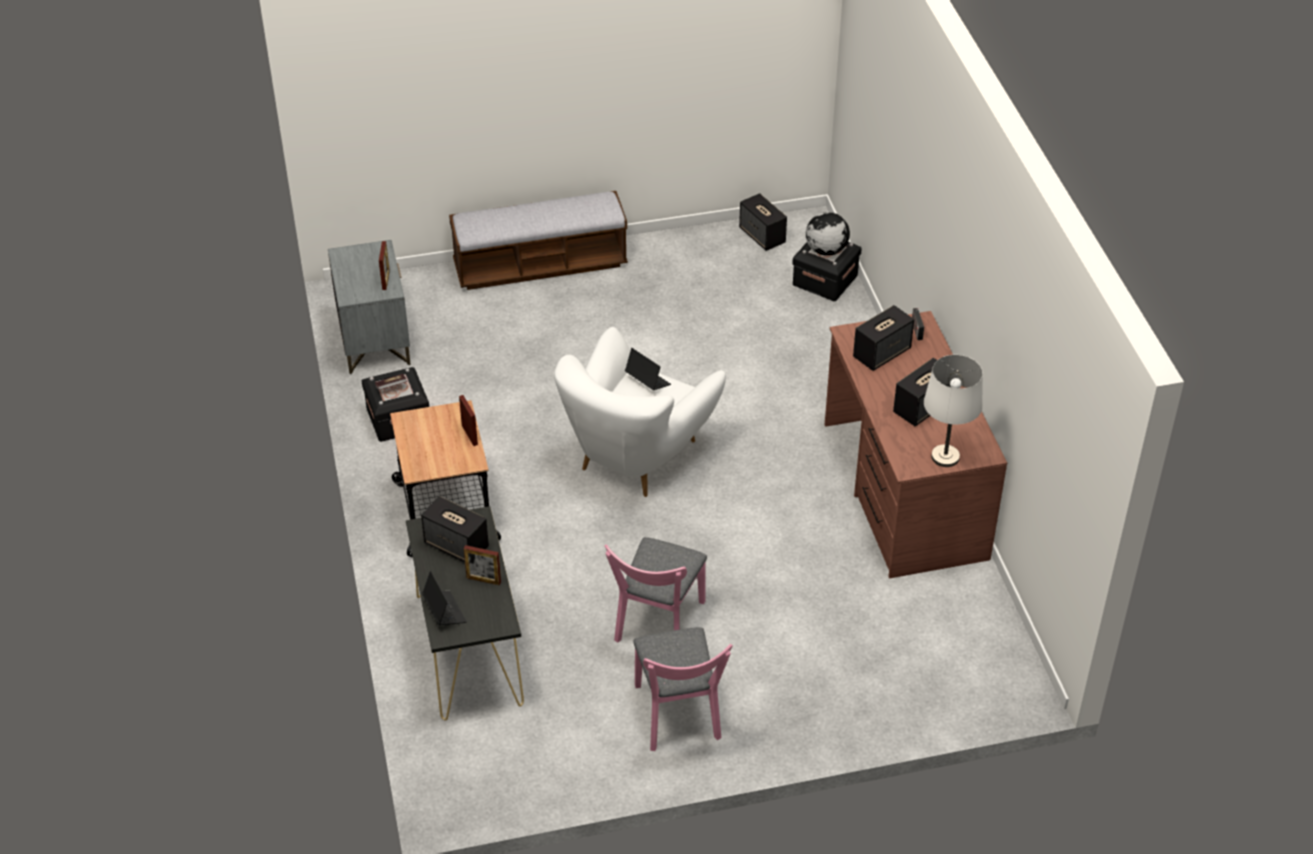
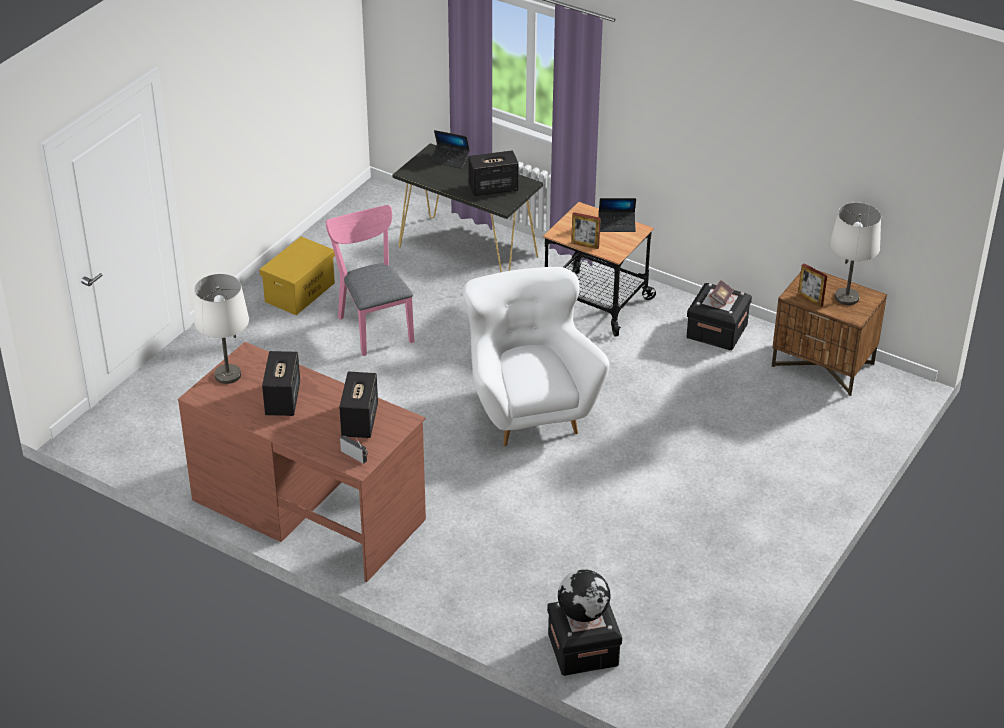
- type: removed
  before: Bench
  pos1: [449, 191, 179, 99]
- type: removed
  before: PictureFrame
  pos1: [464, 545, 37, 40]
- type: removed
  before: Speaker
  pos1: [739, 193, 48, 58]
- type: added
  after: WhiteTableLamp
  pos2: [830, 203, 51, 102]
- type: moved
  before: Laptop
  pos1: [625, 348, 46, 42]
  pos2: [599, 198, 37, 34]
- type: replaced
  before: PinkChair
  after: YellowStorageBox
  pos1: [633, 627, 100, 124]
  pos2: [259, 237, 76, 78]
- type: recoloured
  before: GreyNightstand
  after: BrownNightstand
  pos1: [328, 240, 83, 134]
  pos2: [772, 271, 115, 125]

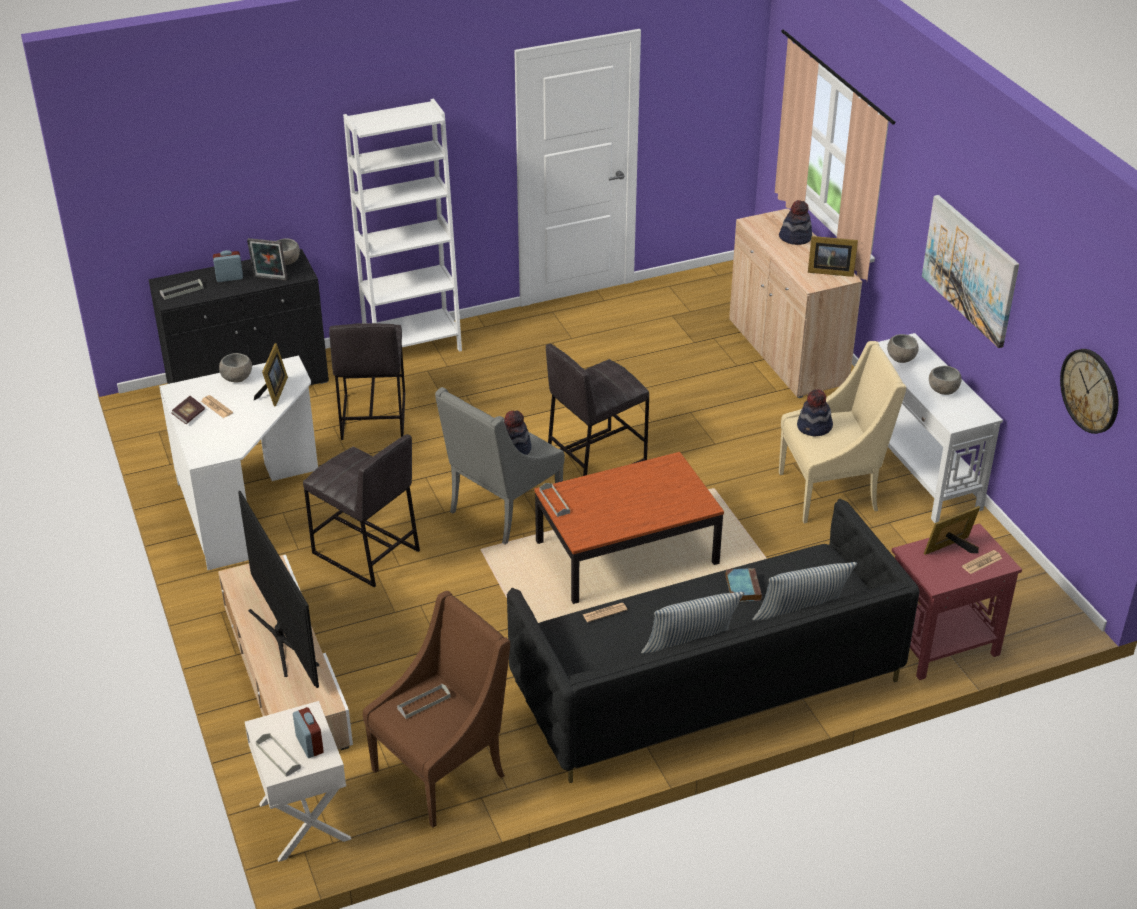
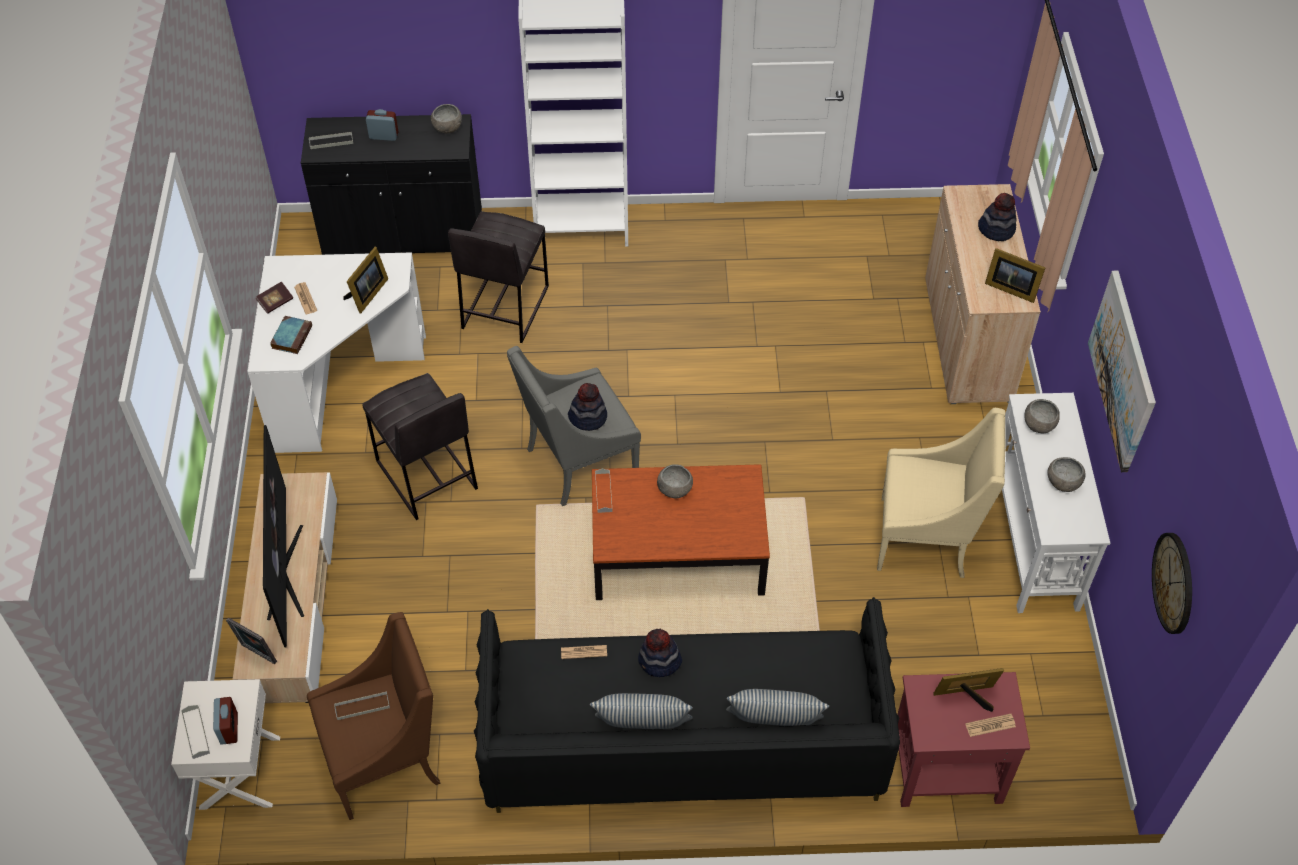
- type: removed
  before: GreyStool
  pos1: [546, 343, 103, 133]
- type: moved
  before: GreyBowl
  pos1: [219, 353, 33, 29]
  pos2: [657, 464, 36, 34]
- type: moved
  before: PictureFrame
  pos1: [247, 238, 41, 43]
  pos2: [226, 618, 51, 46]
- type: moved
  before: Book
  pos1: [725, 568, 37, 34]
  pos2: [270, 316, 42, 38]
- type: moved
  before: Hat
  pos1: [797, 389, 36, 47]
  pos2: [638, 629, 44, 48]

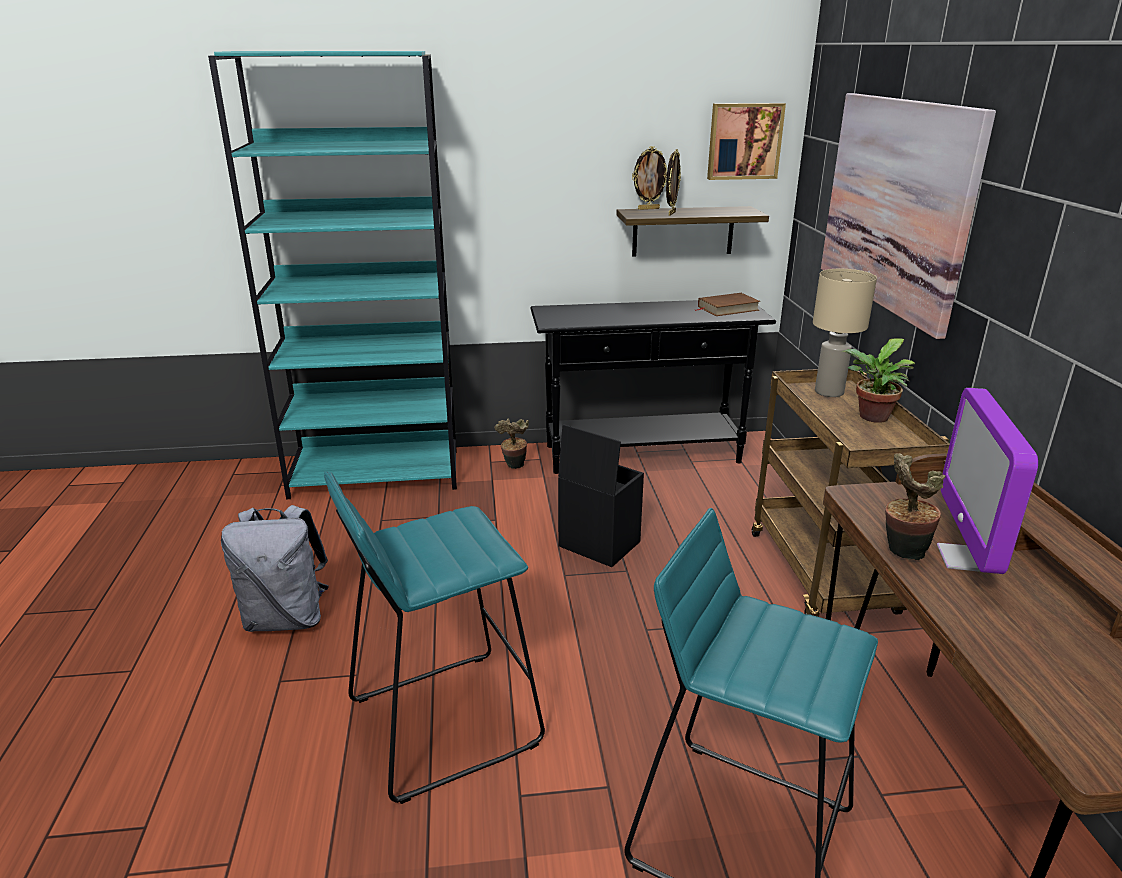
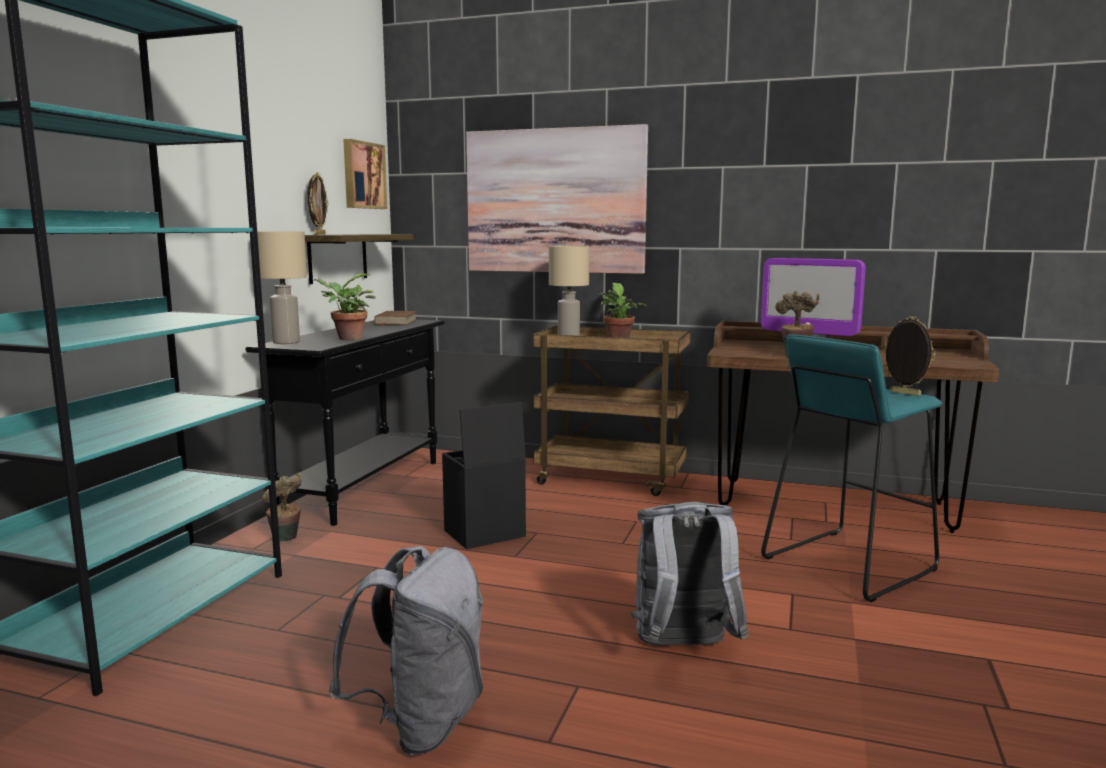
- type: added
  after: BeigeTableLamp
  pos2: [257, 231, 50, 113]
- type: added
  after: PottedPlant
  pos2: [314, 274, 62, 66]
- type: moved
  before: PictureFrame
  pos1: [666, 149, 15, 67]
  pos2: [884, 316, 52, 80]
- type: replaced
  before: TurquoiseStool
  after: GreyBackpack
  pos1: [324, 471, 221, 333]
  pos2: [631, 502, 118, 143]

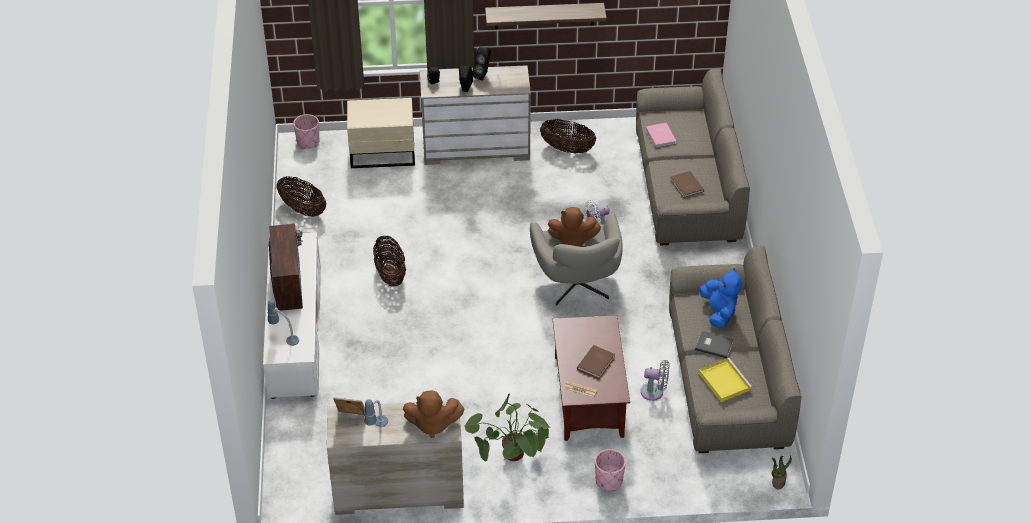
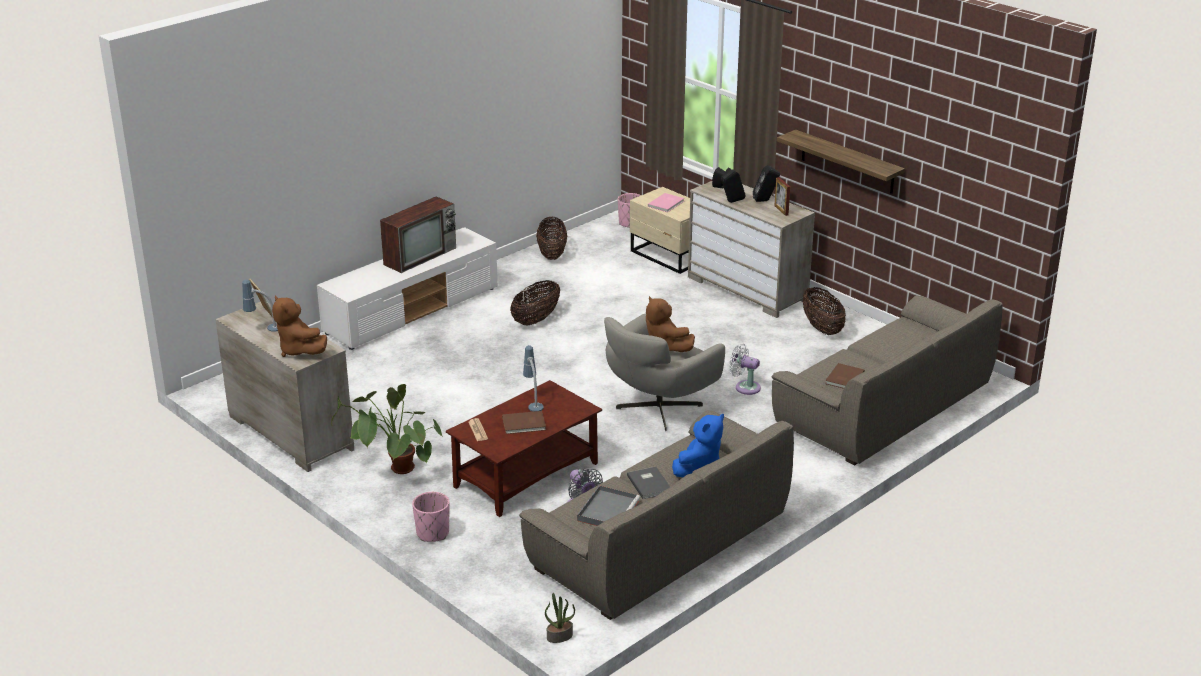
- type: added
  after: PictureFrame
  pos2: [774, 177, 16, 39]
- type: moved
  before: TableLamp
  pos1: [268, 300, 31, 46]
  pos2: [523, 345, 21, 67]
- type: moved
  before: PinkBook
  pos1: [646, 123, 30, 24]
  pos2: [648, 193, 36, 19]
- type: recoloured
  before: YellowTray
  after: GreyTray
  pos1: [699, 358, 53, 44]
  pos2: [577, 485, 63, 41]

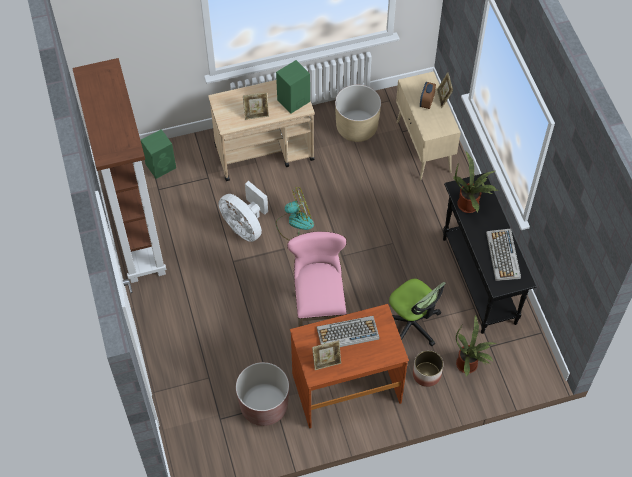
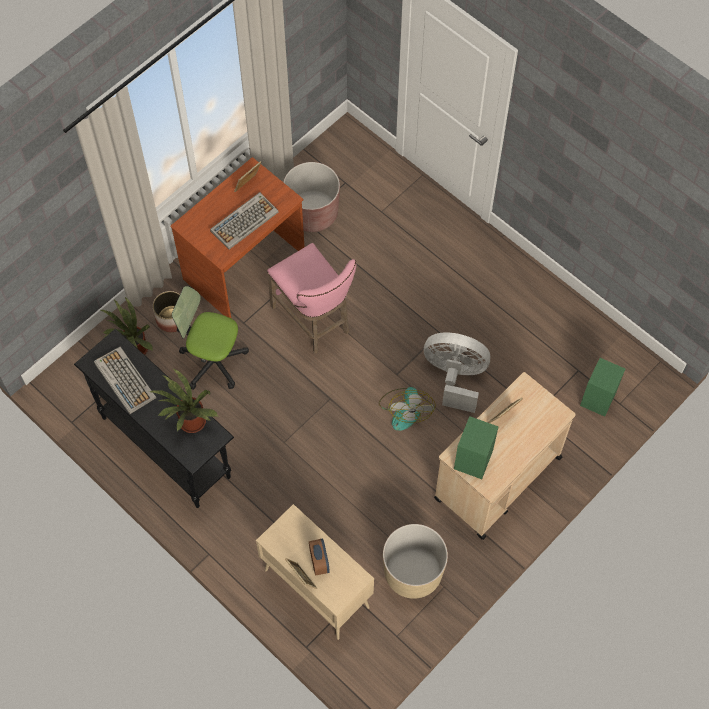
- type: removed
  before: BrownBookcase
  pos1: [72, 58, 95, 225]
- type: turned
  before: Fan
  pos1: [276, 187, 38, 53]
  pos2: [379, 387, 56, 44]
  turn: -45

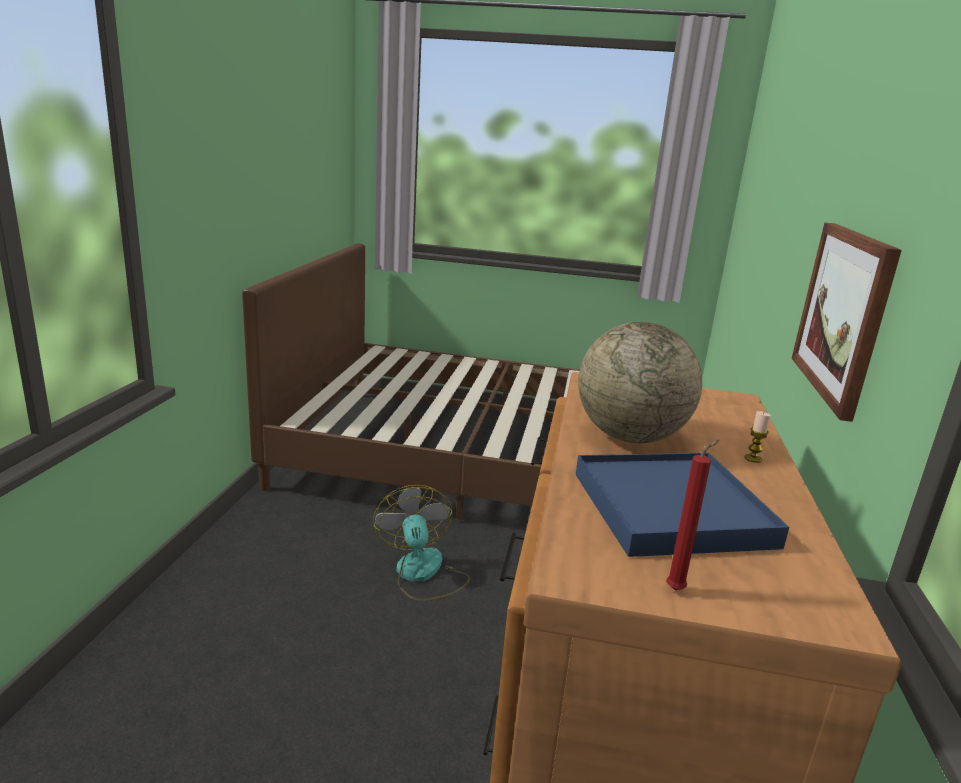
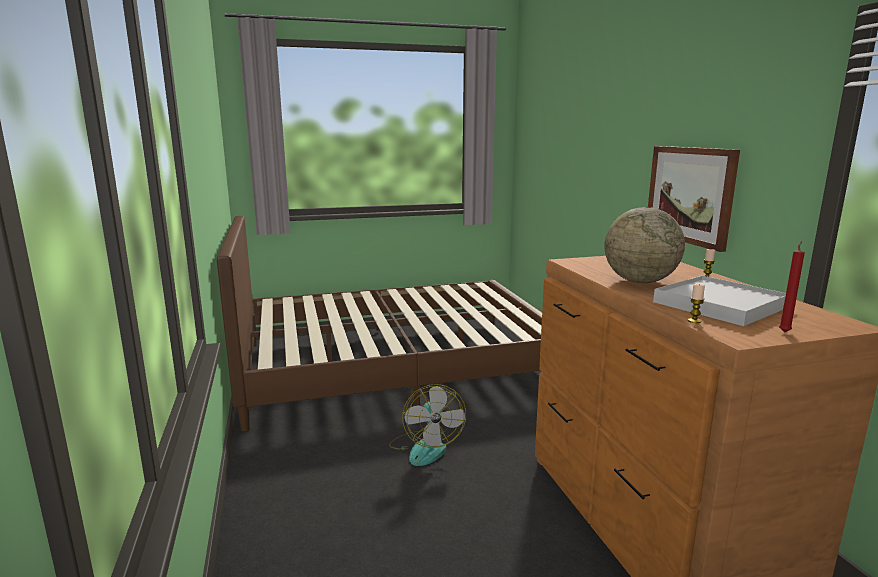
- type: added
  after: Candle
  pos2: [687, 284, 18, 39]
- type: recoloured
  before: BlueTray
  after: WhiteTray
  pos1: [576, 453, 213, 104]
  pos2: [653, 276, 133, 50]
- type: turned
  before: Fan
  pos1: [373, 485, 97, 116]
  pos2: [389, 384, 77, 82]
  turn: -150

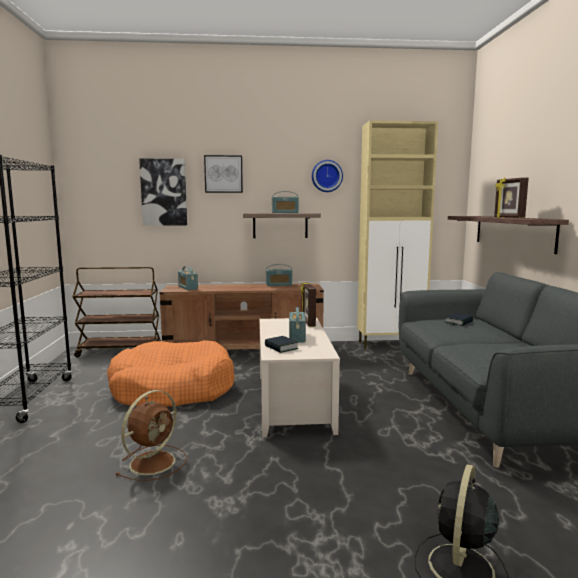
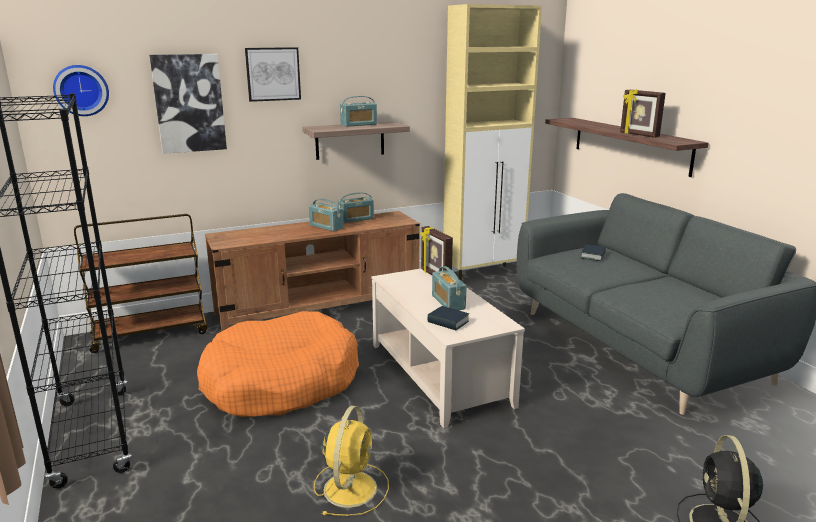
- type: moved
  before: Radio
  pos1: [178, 266, 20, 24]
  pos2: [309, 199, 35, 32]
- type: moved
  before: WallClock
  pos1: [312, 160, 31, 32]
  pos2: [53, 65, 56, 51]
- type: recoloured
  before: BrownFan
  after: YellowFan
  pos1: [116, 390, 71, 91]
  pos2: [314, 406, 75, 110]

